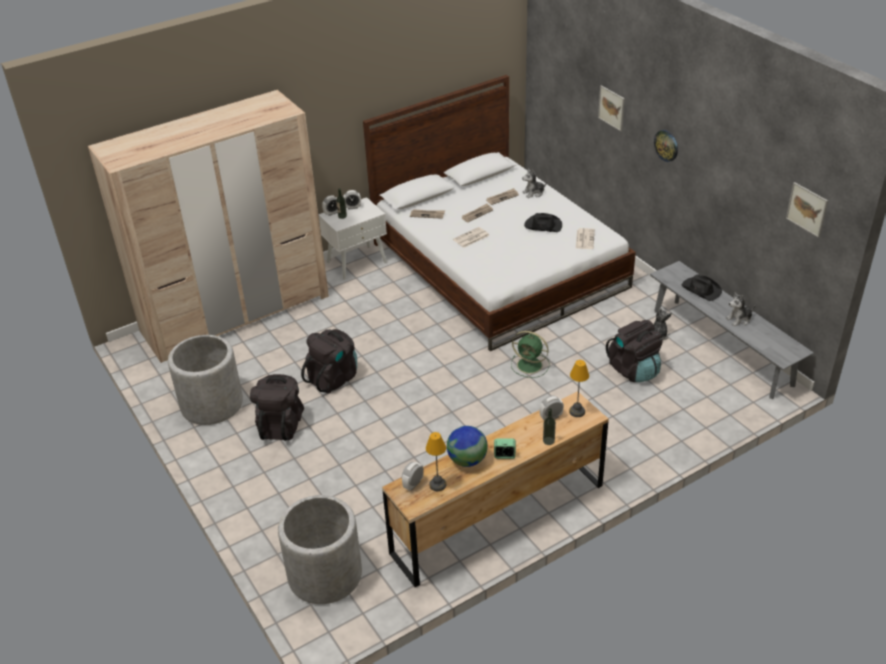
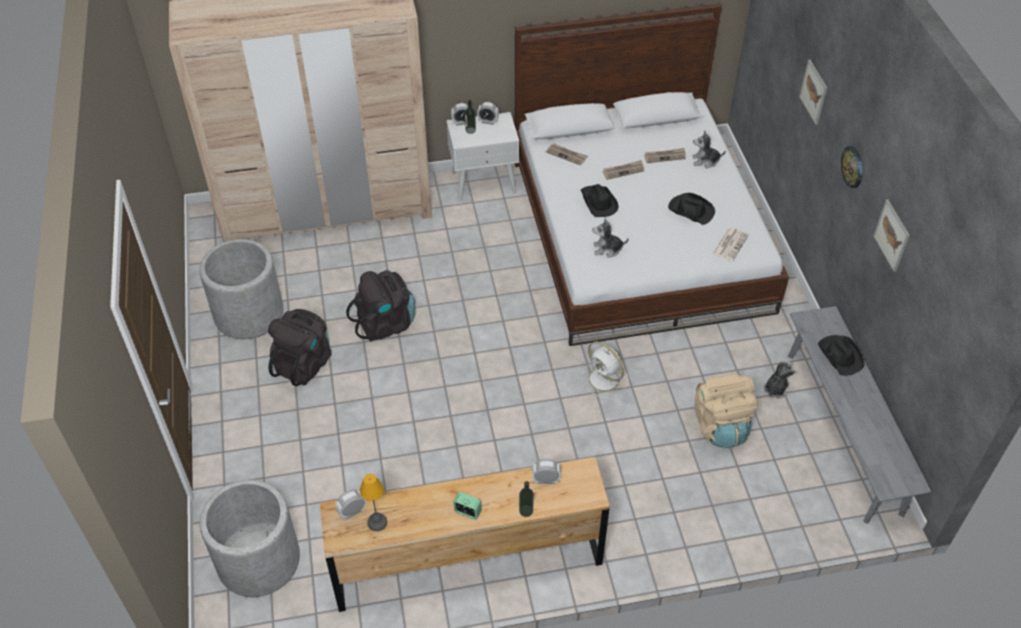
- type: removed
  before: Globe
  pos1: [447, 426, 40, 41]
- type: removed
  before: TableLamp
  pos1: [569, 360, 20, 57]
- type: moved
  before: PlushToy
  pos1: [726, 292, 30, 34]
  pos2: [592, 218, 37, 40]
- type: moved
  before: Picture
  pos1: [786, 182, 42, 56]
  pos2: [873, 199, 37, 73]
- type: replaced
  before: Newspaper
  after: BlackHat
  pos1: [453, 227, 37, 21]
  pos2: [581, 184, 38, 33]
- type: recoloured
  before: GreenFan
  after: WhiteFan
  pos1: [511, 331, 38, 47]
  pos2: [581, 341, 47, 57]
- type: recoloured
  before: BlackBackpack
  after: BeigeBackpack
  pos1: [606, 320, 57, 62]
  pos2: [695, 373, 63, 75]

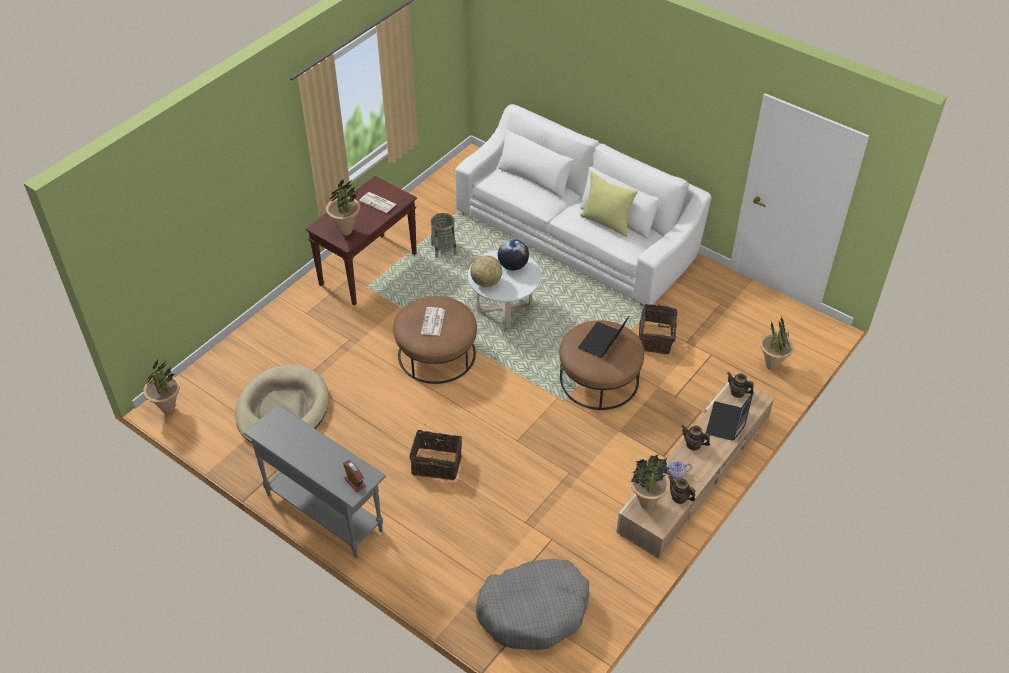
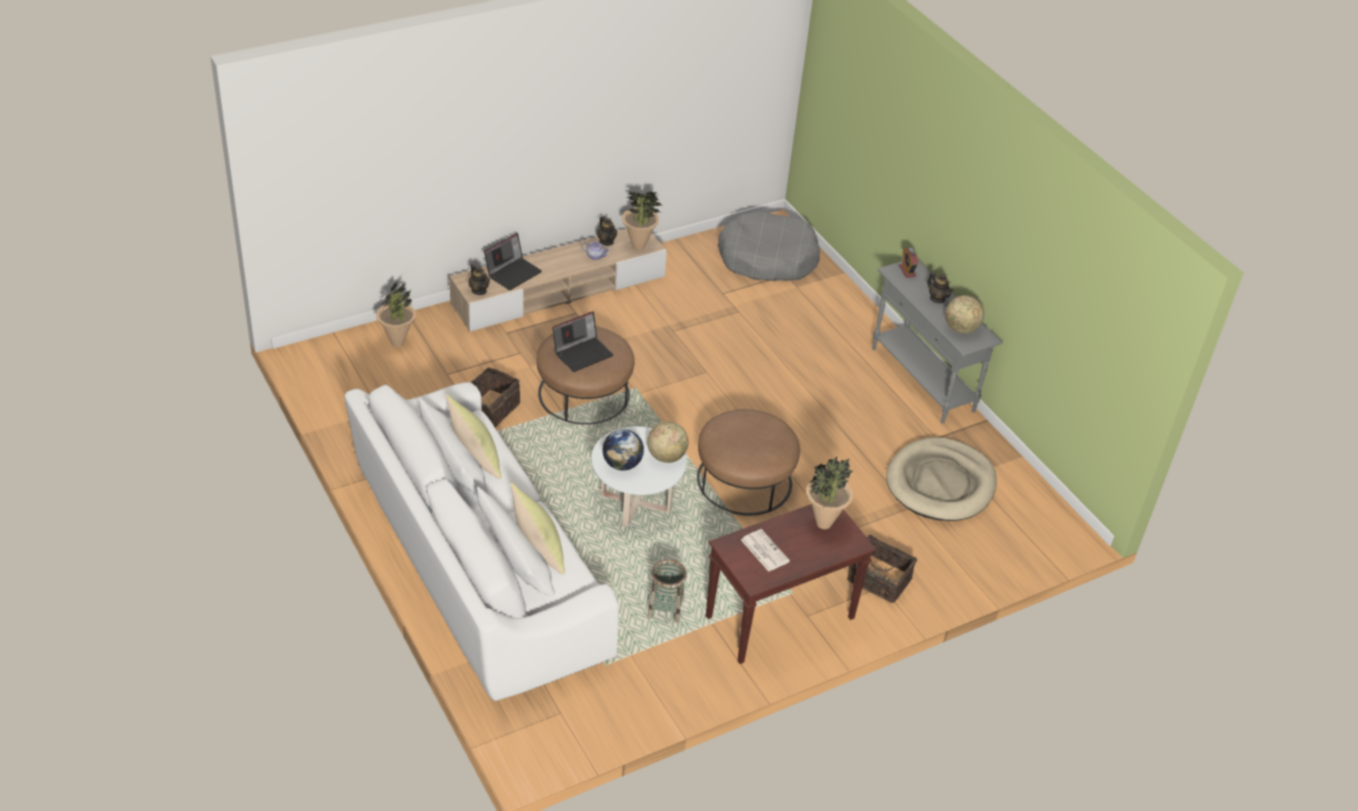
- type: removed
  before: PottedPlant
  pos1: [143, 360, 37, 54]
- type: removed
  before: Newspaper
  pos1: [421, 307, 24, 29]
- type: added
  after: YellowPillow
  pos2: [510, 482, 55, 93]
- type: added
  after: Globe
  pos2: [945, 295, 39, 39]
- type: moved
  before: Basket
  pos1: [409, 430, 53, 50]
  pos2: [847, 534, 70, 69]
- type: moved
  before: Teapot
  pos1: [681, 425, 29, 25]
  pos2: [927, 272, 26, 31]

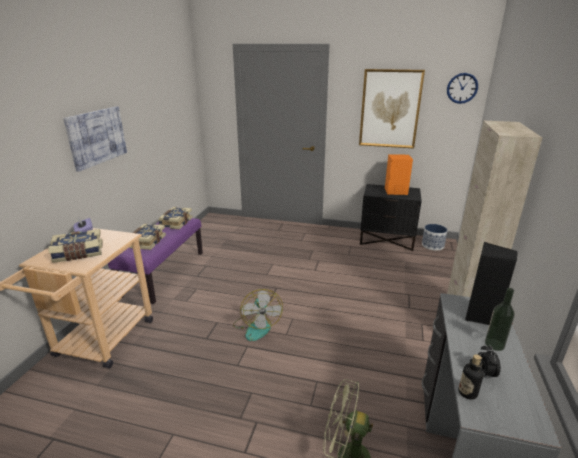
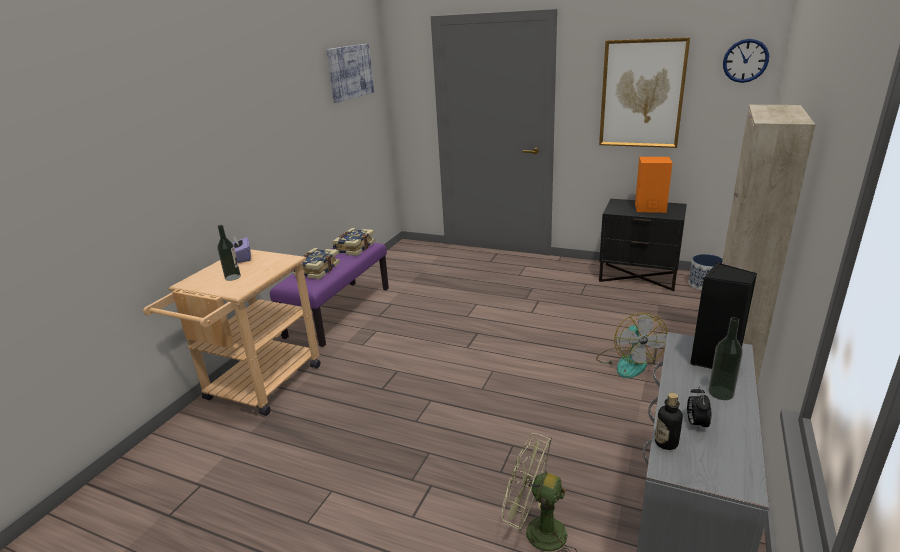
- type: moved
  before: Picture
  pos1: [63, 106, 64, 66]
  pos2: [326, 44, 48, 59]
- type: moved
  before: Fan
  pos1: [233, 289, 50, 52]
  pos2: [596, 313, 72, 65]
- type: replaced
  before: Book
  after: Bottle
  pos1: [48, 229, 55, 34]
  pos2: [217, 225, 24, 56]

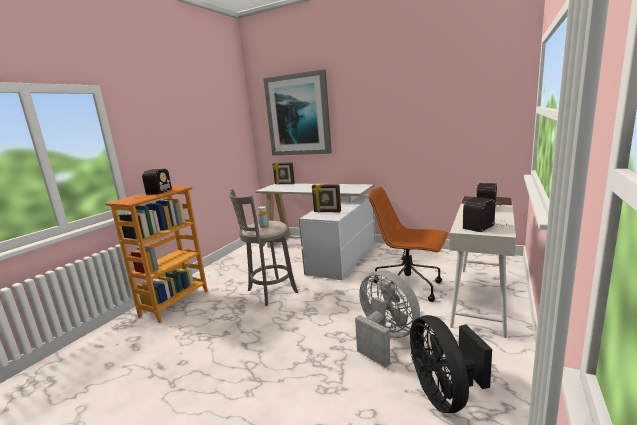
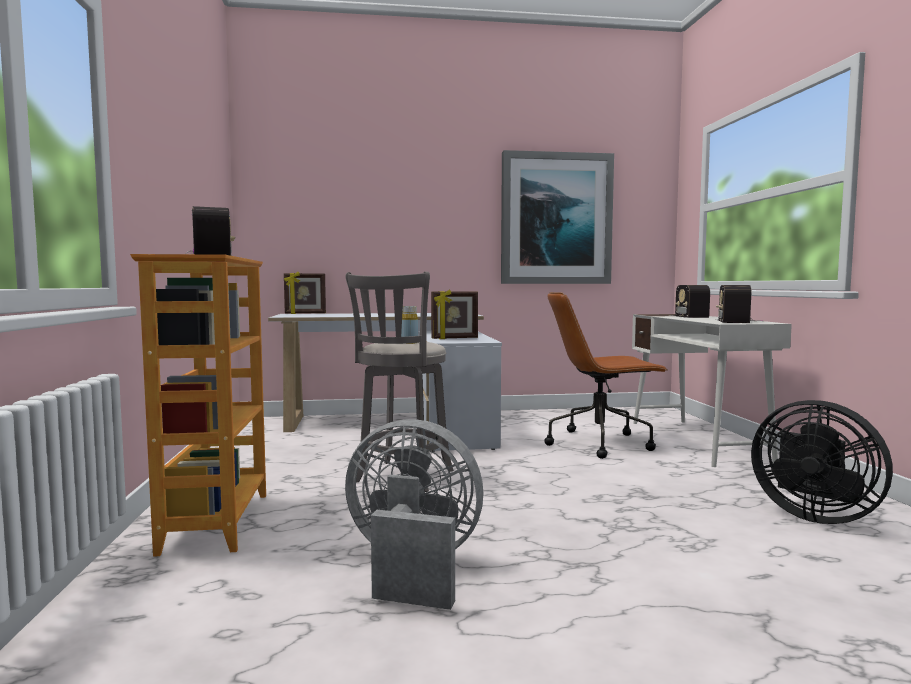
- type: moved
  before: Picture
  pos1: [263, 70, 69, 85]
  pos2: [501, 150, 113, 134]
- type: moved
  before: GreyFan
  pos1: [355, 270, 65, 98]
  pos2: [345, 419, 139, 191]

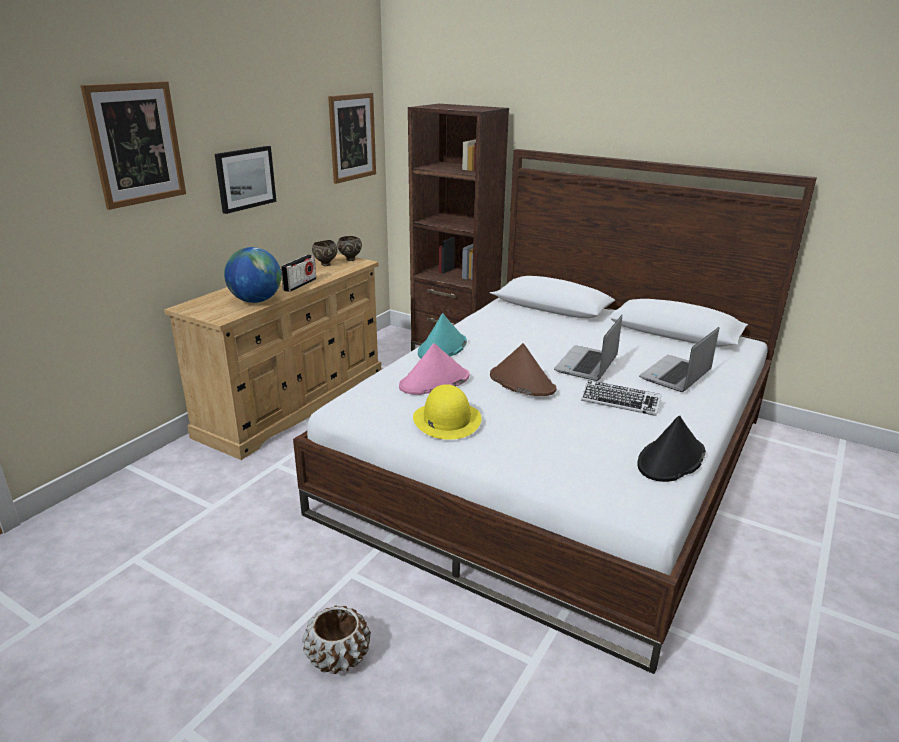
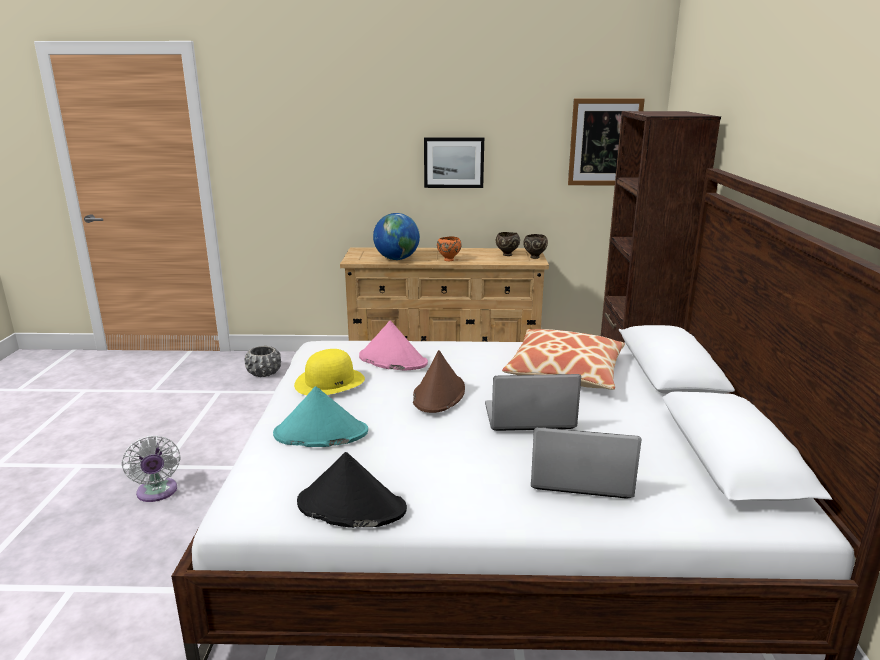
- type: removed
  before: Picture
  pos1: [81, 81, 105, 129]
- type: removed
  before: Keyboard
  pos1: [581, 380, 81, 36]
- type: added
  after: GreyPlanter
  pos2: [244, 346, 37, 31]
- type: added
  after: Pillow
  pos2: [502, 329, 123, 61]
- type: moved
  before: TurquoiseHat
  pos1: [418, 313, 49, 46]
  pos2: [273, 386, 95, 61]
- type: replaced
  before: Radio
  after: OrangeBowl
  pos1: [281, 254, 35, 38]
  pos2: [437, 236, 25, 25]
- type: replaced
  before: BrownPlanter
  after: WhiteFan
  pos1: [303, 605, 68, 69]
  pos2: [122, 435, 59, 67]

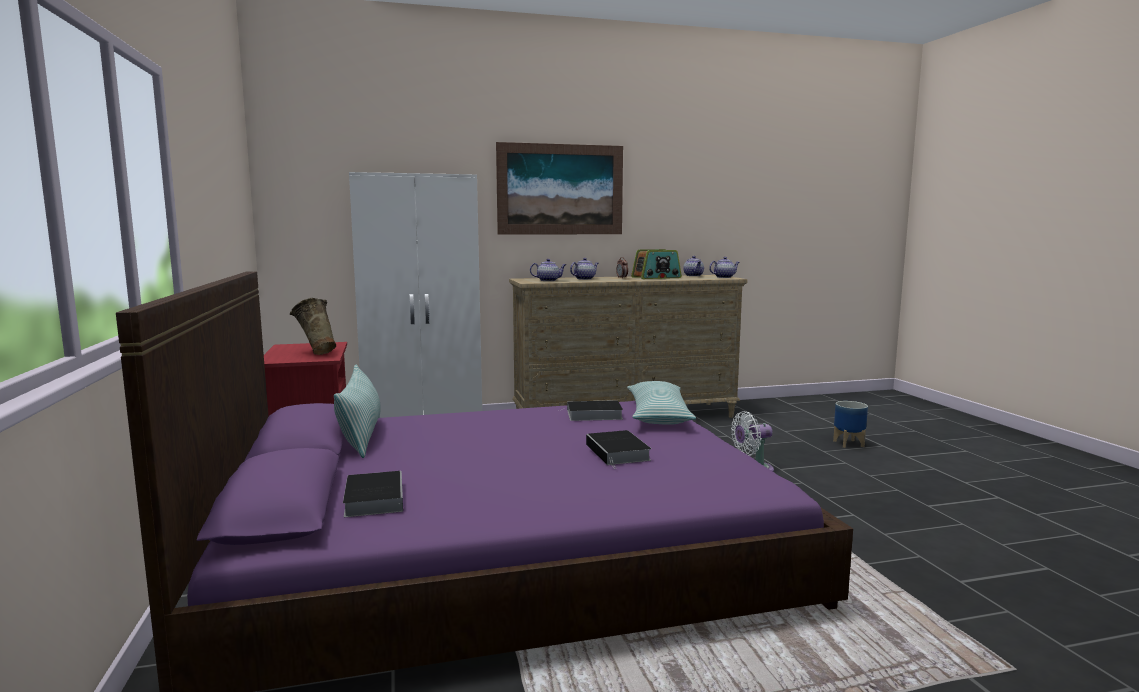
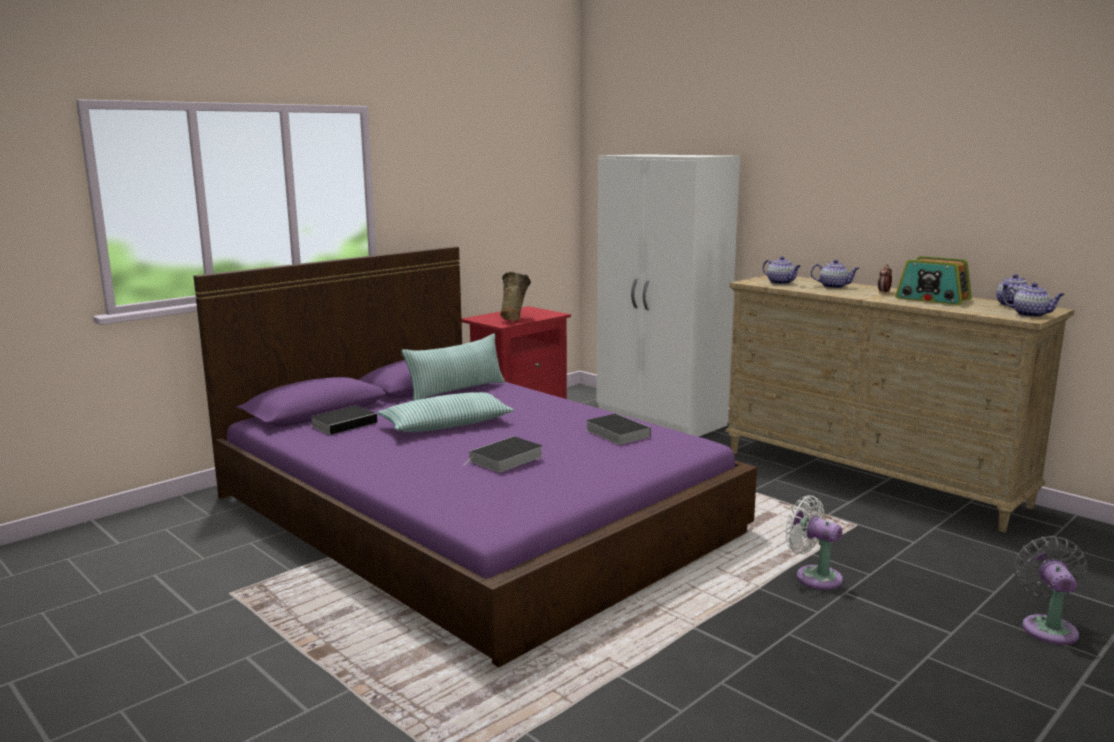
- type: removed
  before: Picture
  pos1: [496, 142, 127, 93]
- type: moved
  before: Pillow
  pos1: [627, 381, 69, 44]
  pos2: [377, 392, 138, 40]
- type: replaced
  before: Planter
  after: GreyFan
  pos1: [833, 401, 35, 47]
  pos2: [1014, 536, 74, 109]

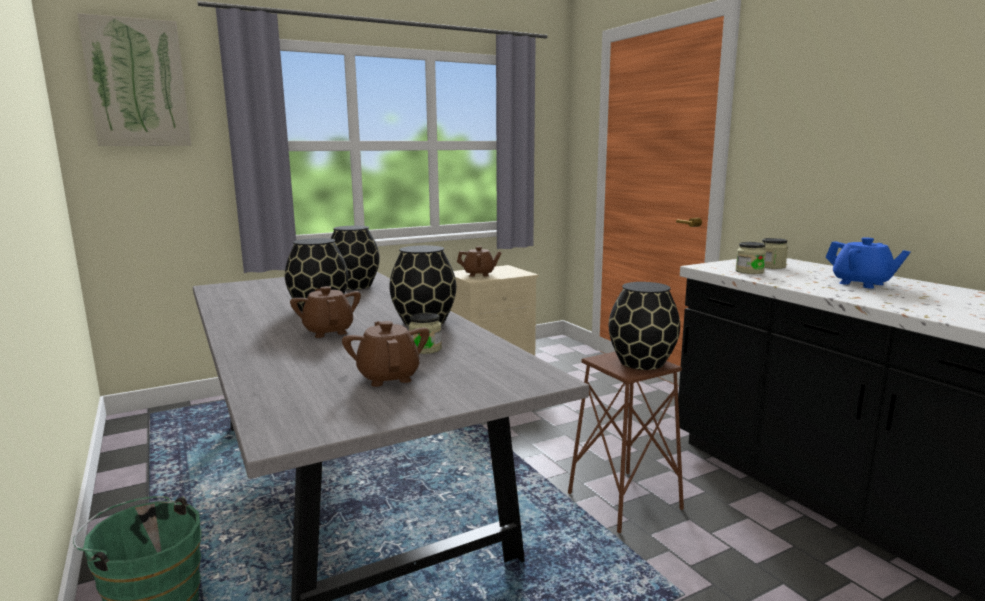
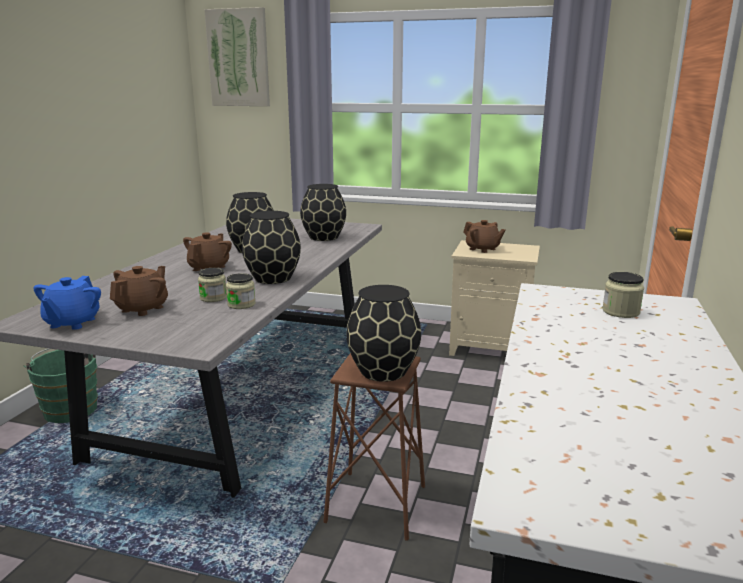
- type: moved
  before: Jar
  pos1: [735, 242, 31, 32]
  pos2: [226, 273, 30, 36]
- type: moved
  before: BlueTeapot
  pos1: [825, 237, 86, 51]
  pos2: [33, 276, 68, 54]

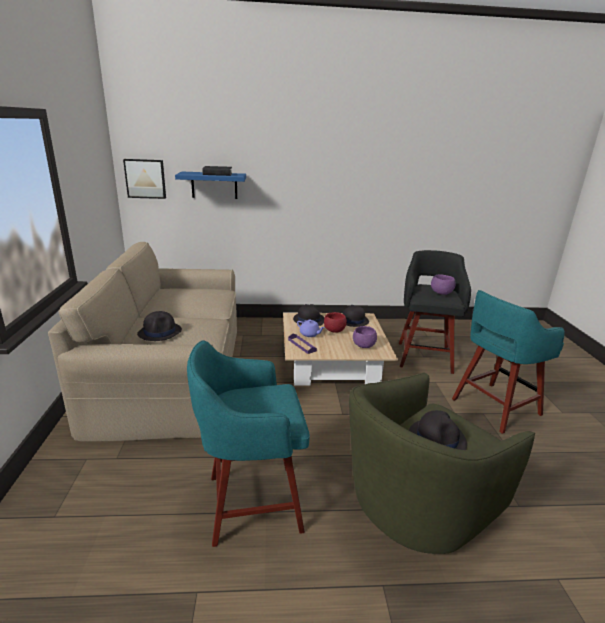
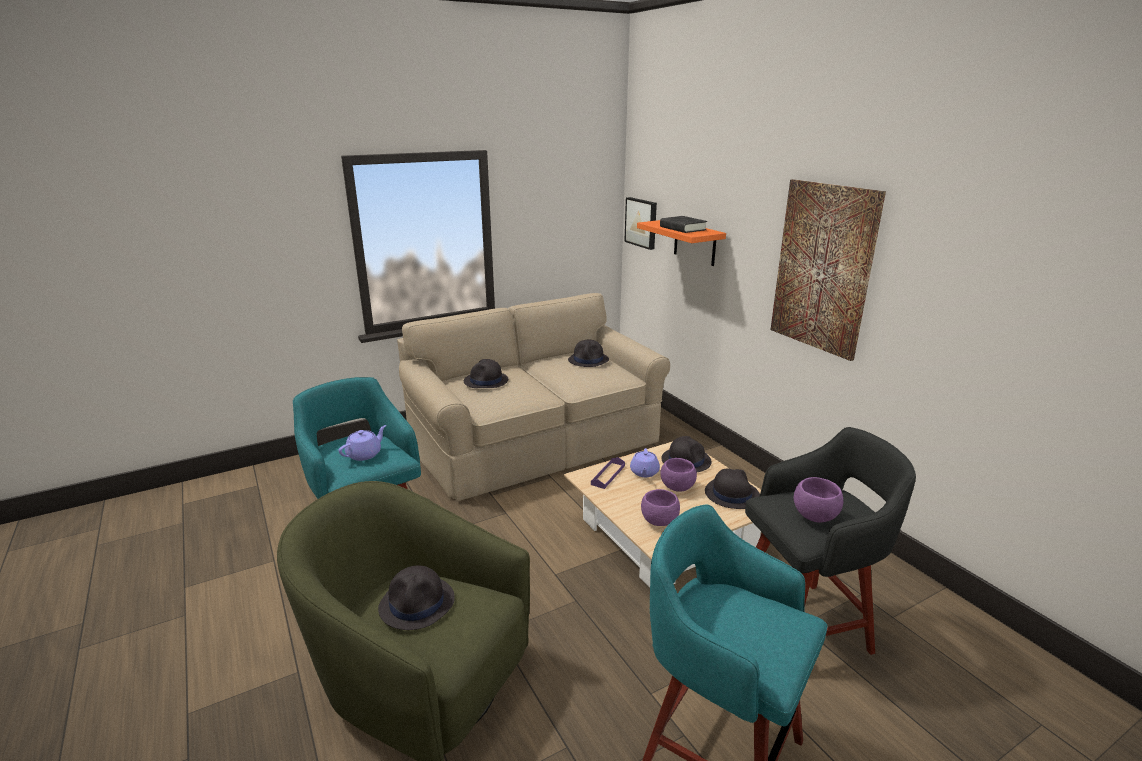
- type: added
  after: PurpleTeapot
  pos2: [339, 425, 47, 36]
- type: added
  after: BlackHat
  pos2: [568, 340, 41, 27]
- type: added
  after: Picture
  pos2: [771, 179, 115, 182]
- type: recoloured
  before: BlueShelf
  after: OrangeShelf
  pos1: [175, 172, 71, 27]
  pos2: [637, 220, 89, 46]
- type: recoloured
  before: RedBowl
  after: PurpleBowl
  pos1: [324, 312, 23, 21]
  pos2: [661, 458, 36, 34]

